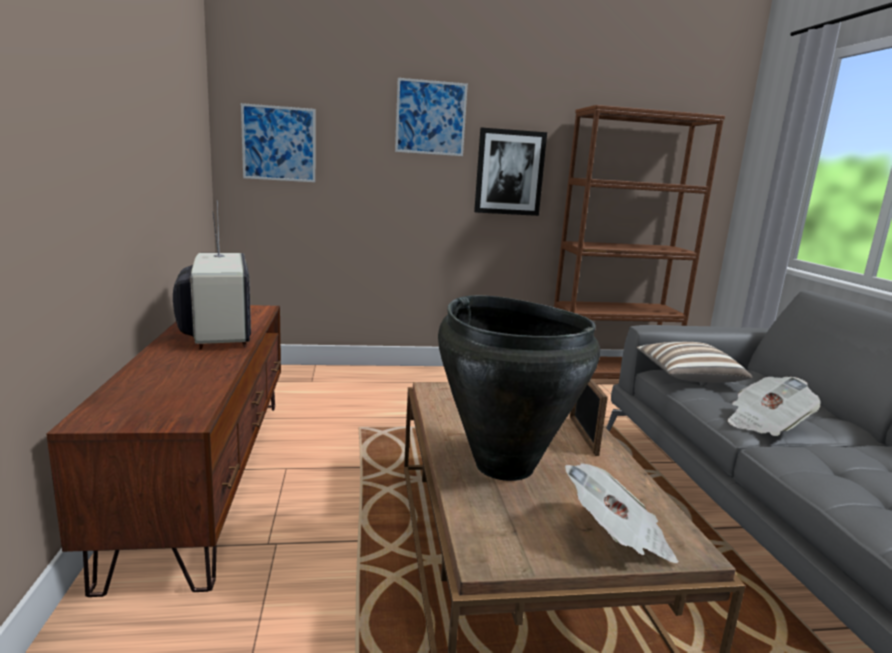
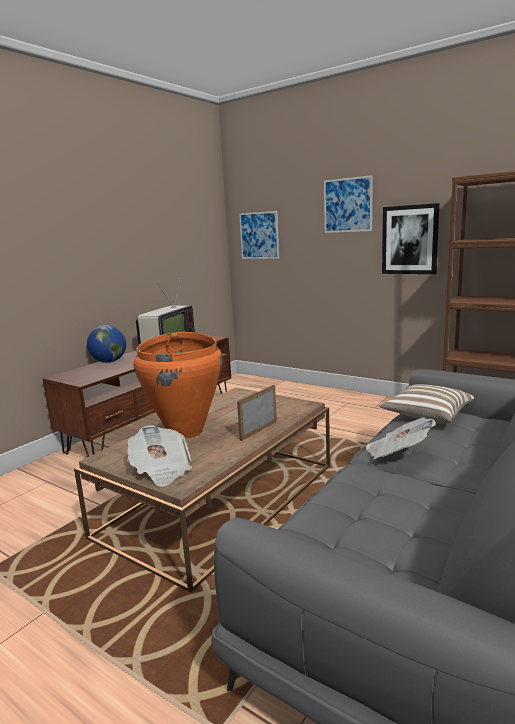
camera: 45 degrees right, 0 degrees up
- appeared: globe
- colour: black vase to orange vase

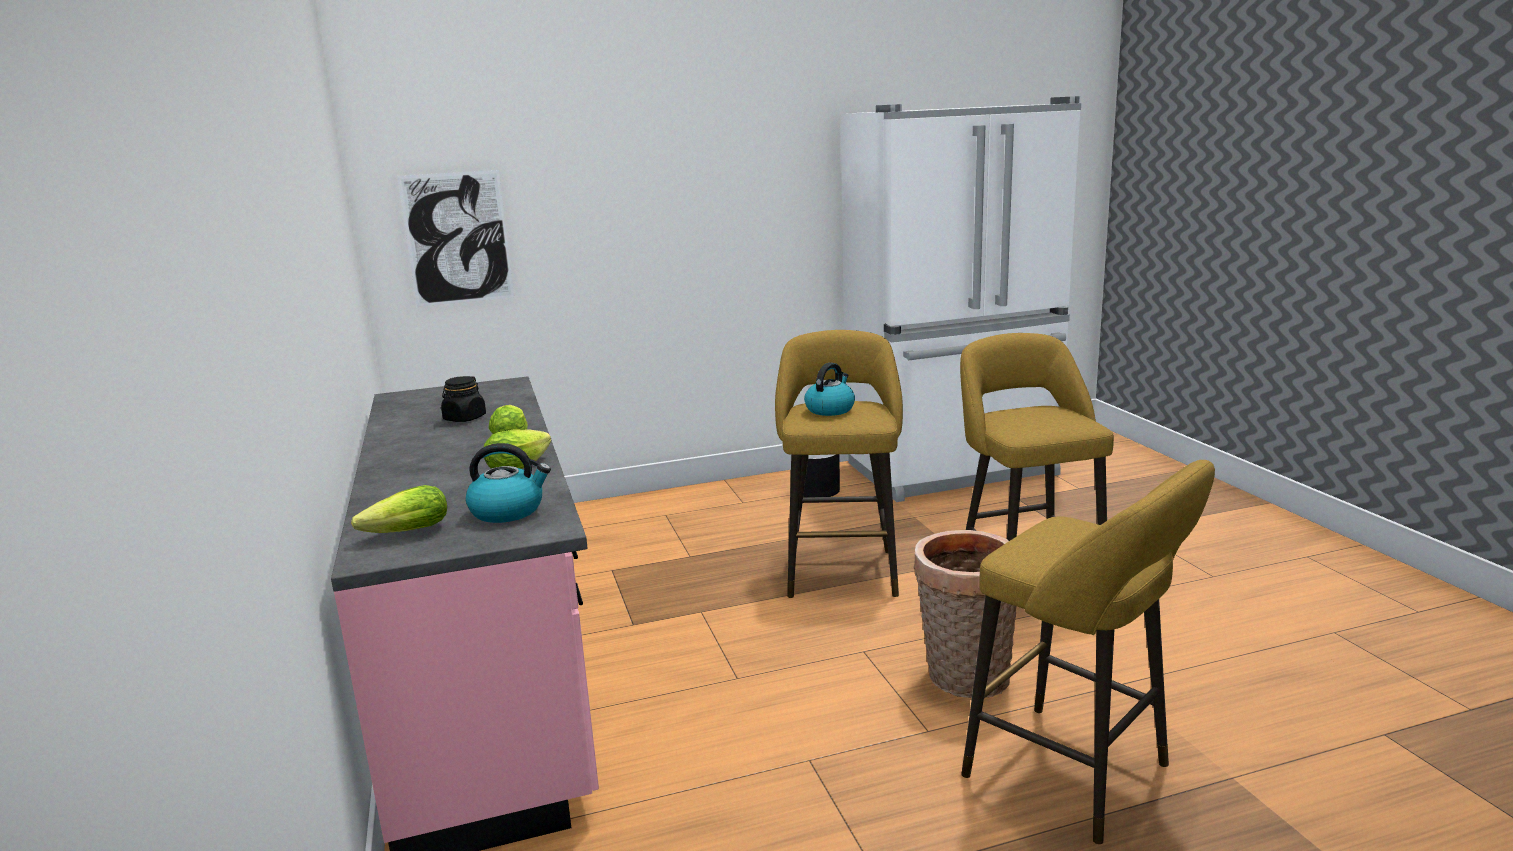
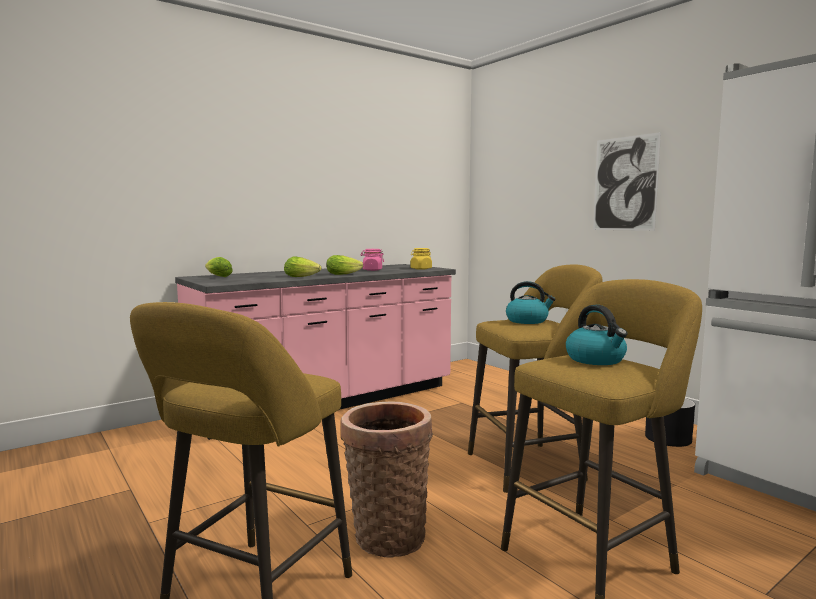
camera: 70 degrees right, 10 degrees down
- colour: black jar to pink jar
- appeared: yellow jar
- relocated: kettle (no. 1 from left in the first image) to kettle (no. 2 from left)
- relocated: picture

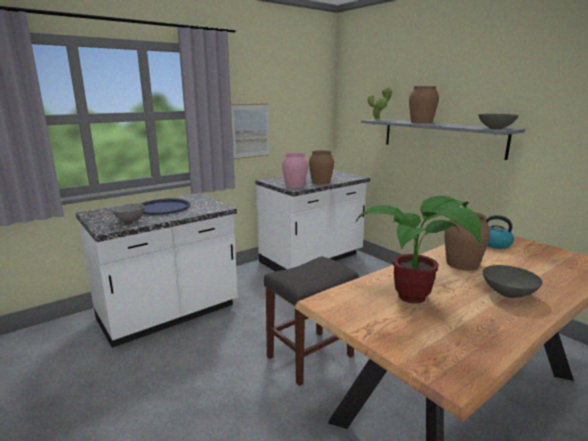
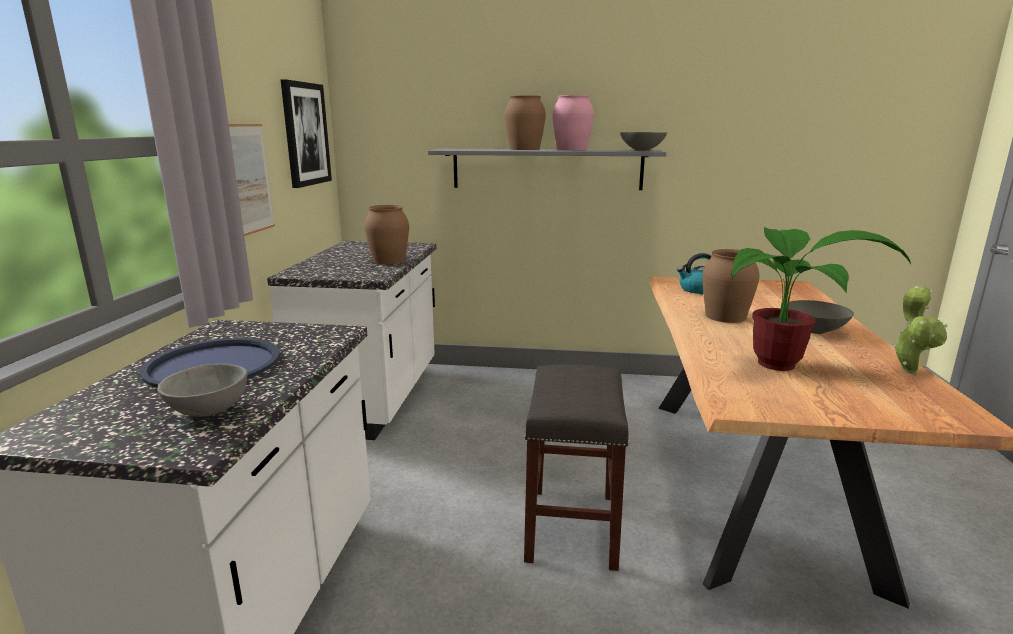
camera: 45 degrees left, 0 degrees up
- appeared: picture (no. 2 from left)
- relocated: pink vase
- relocated: potted plant (no. 1 from left in the first image) to potted plant (no. 2 from left)

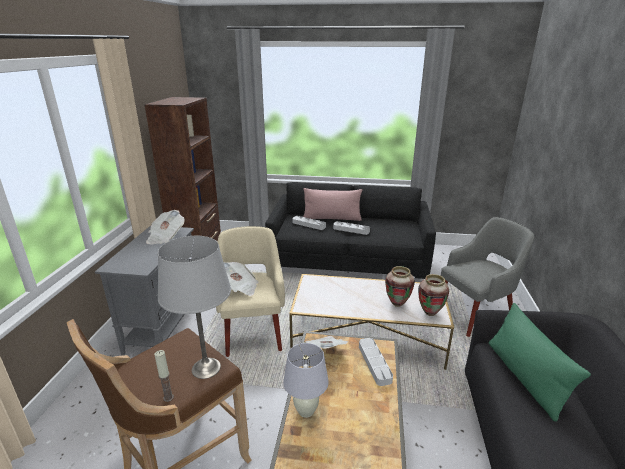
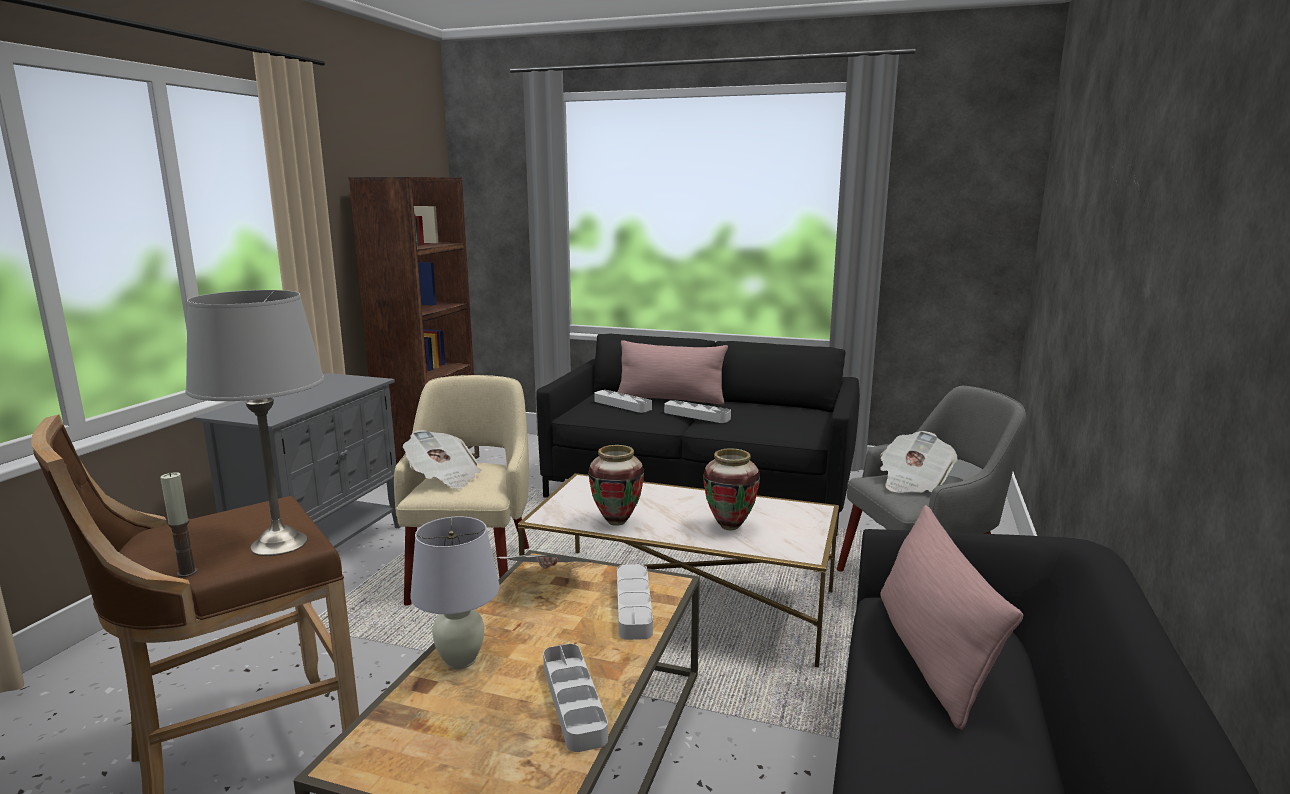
camera: 10 degrees right, 10 degrees down
- appeared: grey tray (no. 1 from left)
- relocated: vase (no. 2 from left in the first image) to vase (no. 1 from left)
- relocated: newspaper (no. 1 from left in the first image) to newspaper (no. 3 from left)
- colour: green pillow to pink pillow (no. 2 from left)

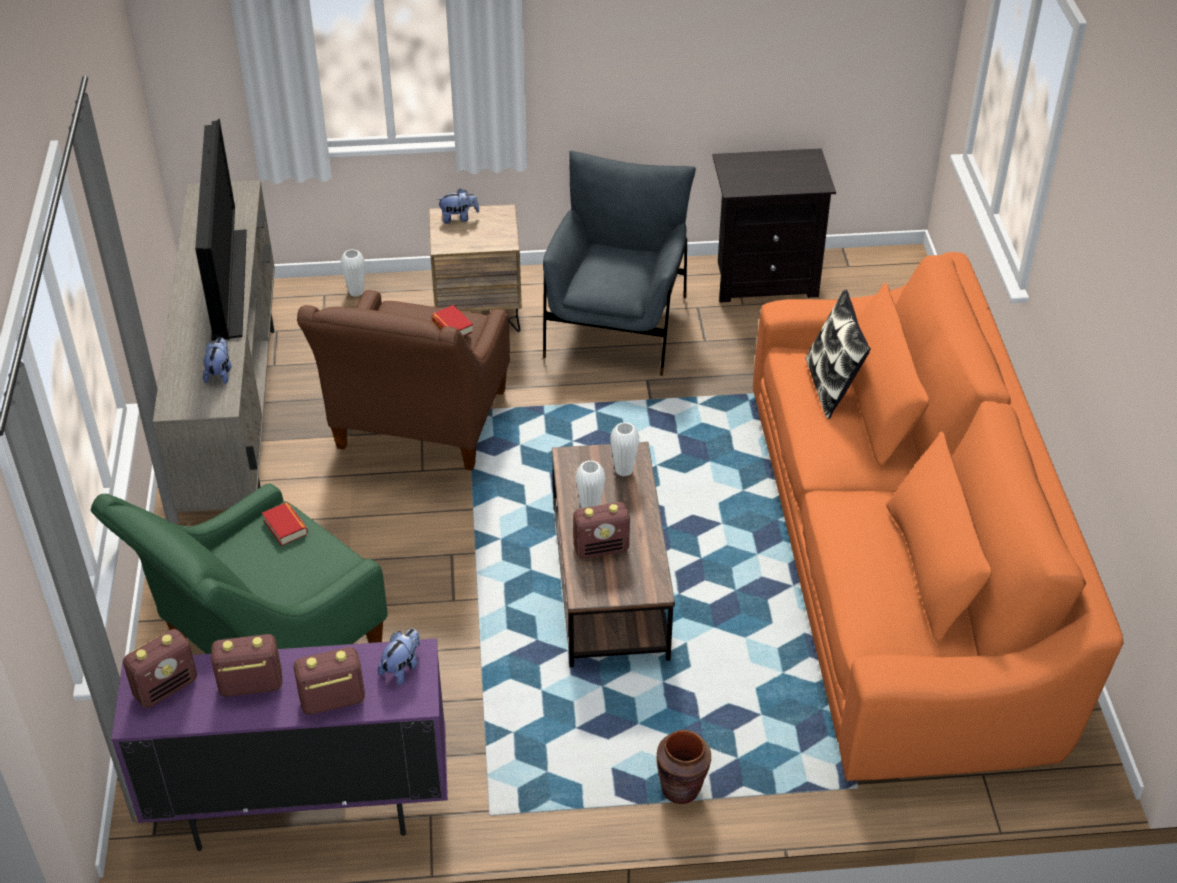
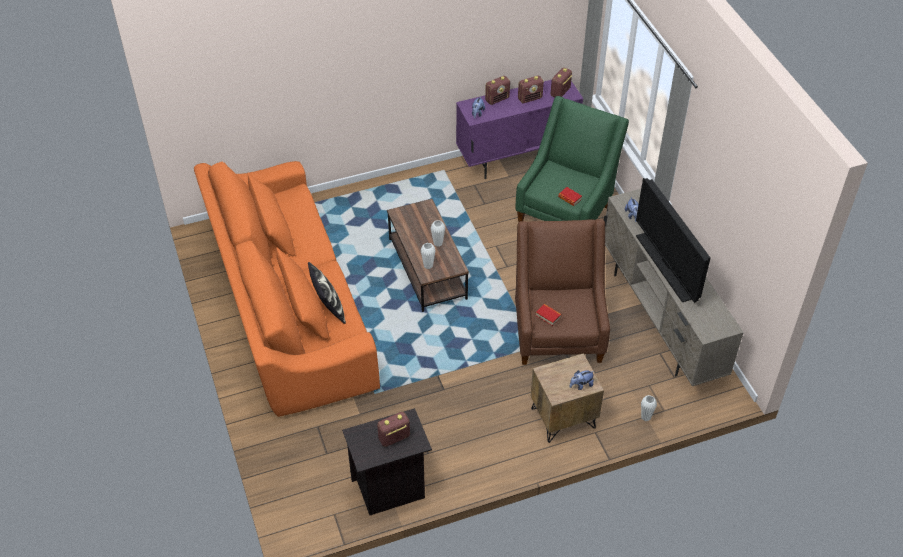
camera: 165 degrees right, 5 degrees up
- relocated: radio (no. 4 from left in the first image) to radio (no. 1 from left)
- missing: grey armchair
- missing: brown vase

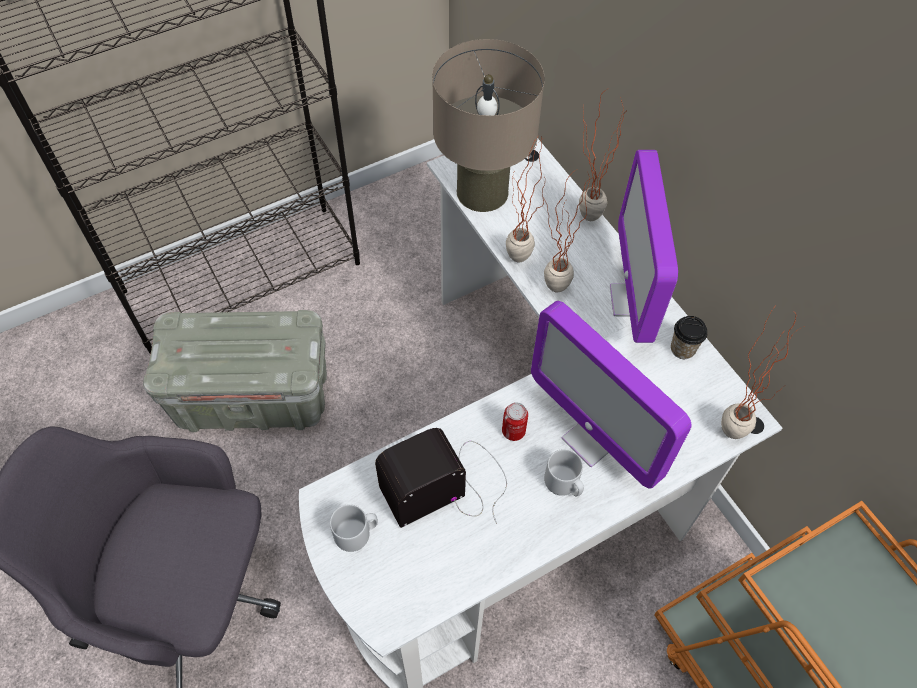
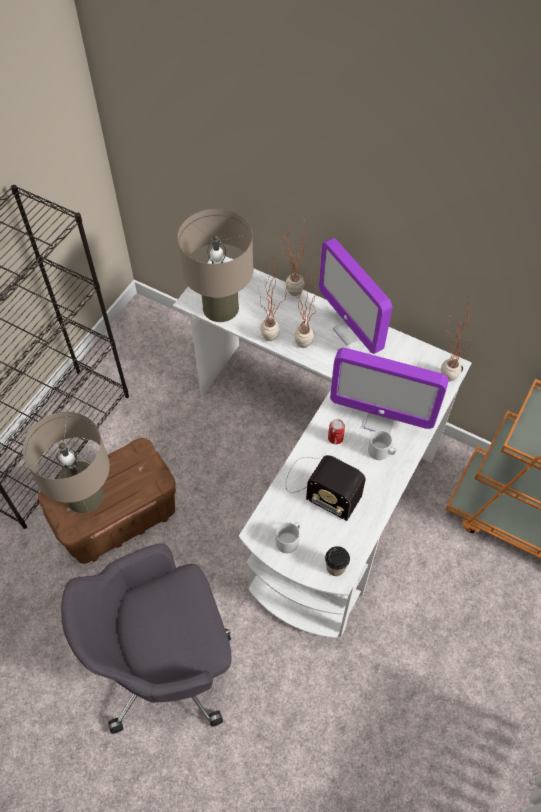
camera: 30 degrees left, 0 degrees up
- appeared: beige table lamp (no. 1 from left)
- colour: grey storage box to brown storage box
- spun: radio 90 degrees counterclockwise
- relocated: cup

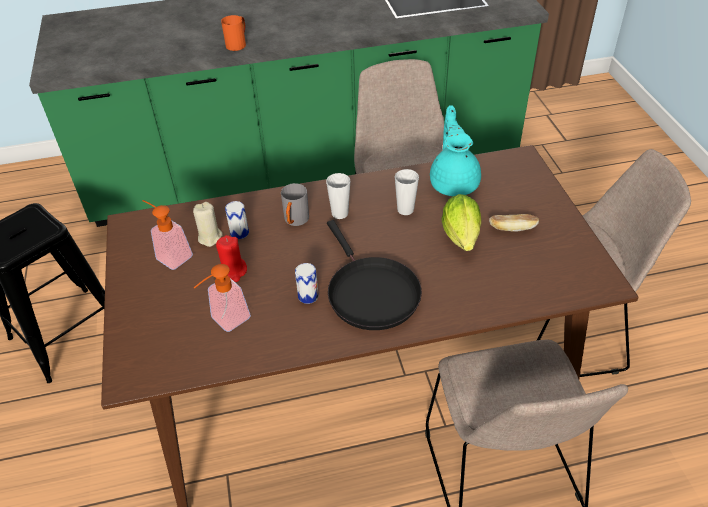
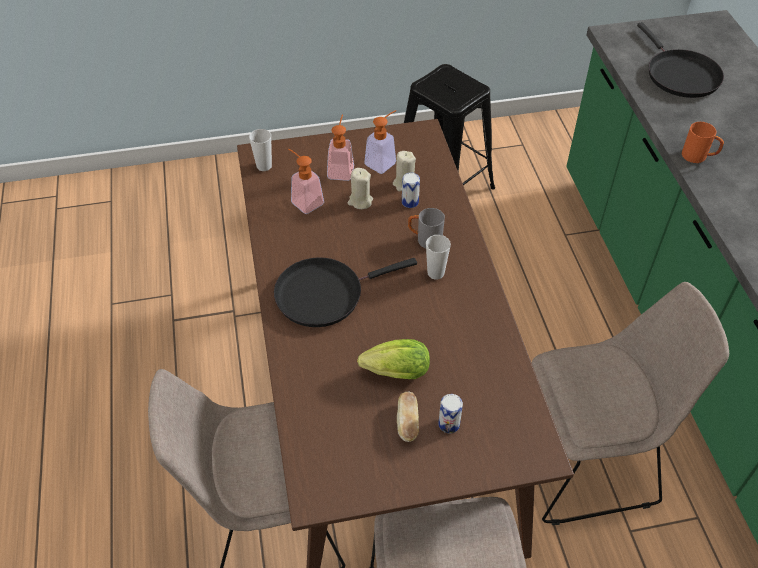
camera: 90 degrees right, 5 degrees up
- relocated: cup (no. 2 from left in the first image) to cup (no. 1 from left)
- appeared: soap dispenser (no. 2 from left)
- colour: red candle to beige candle (no. 1 from left)
- relocated: can (no. 2 from left)
- appeared: black frying pan (no. 2 from left)
- missing: turquoise teapot

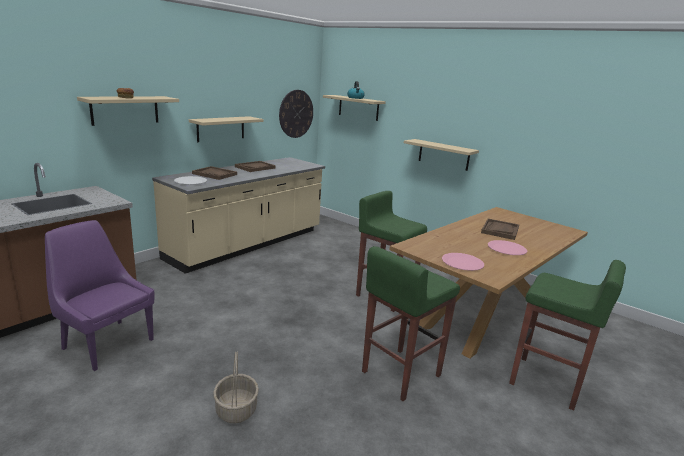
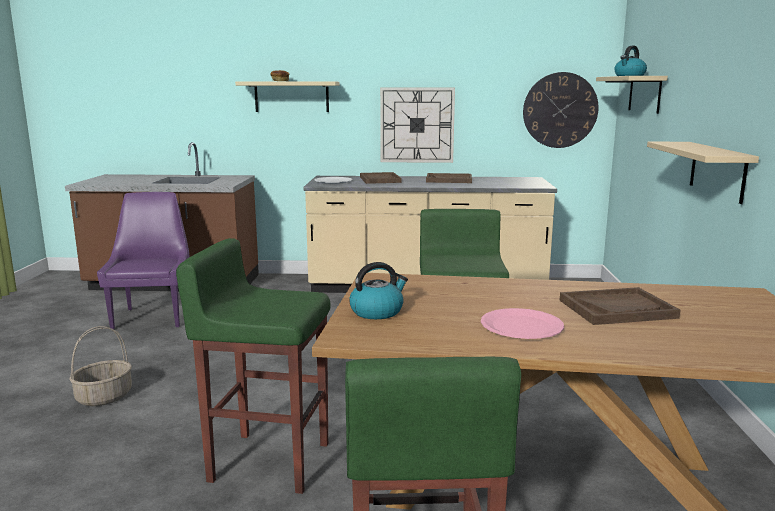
camera: 55 degrees right, 5 degrees down
- exchanged: pink plate (no. 1 from left) to kettle (no. 1 from left)
- exchanged: beige shelf (no. 2 from left) to wall clock (no. 1 from left)

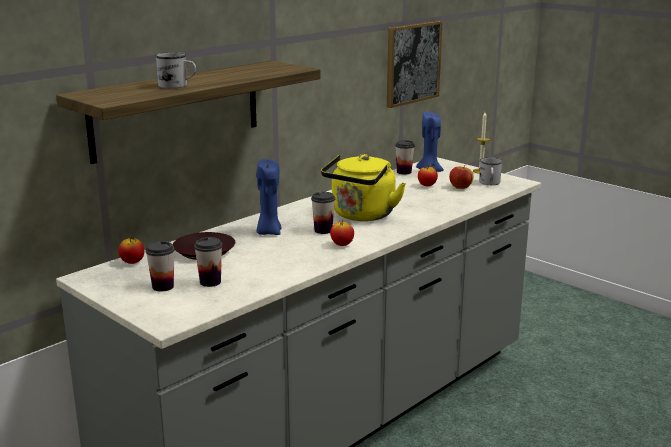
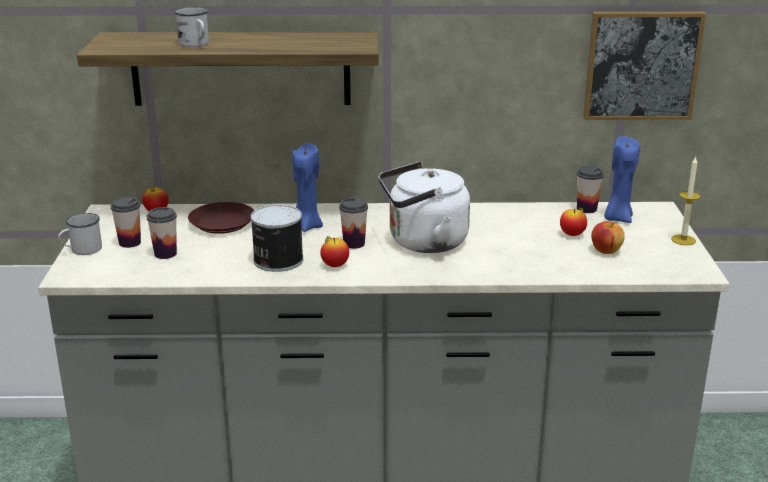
camera: 45 degrees right, 5 degrees up
- relocated: white mug (no. 2 from left in the first image) to white mug (no. 1 from left)
- appeared: can
- colour: yellow kettle to white kettle

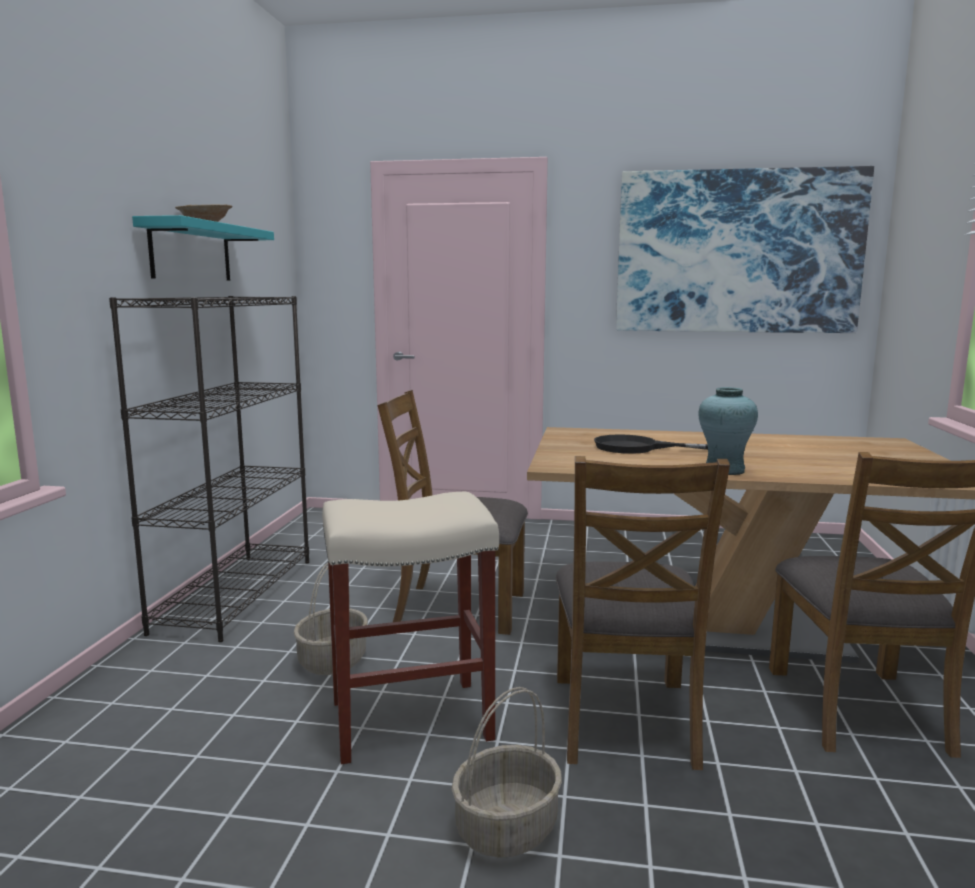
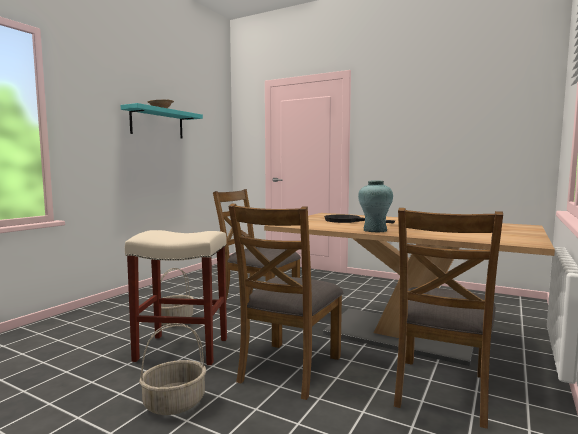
camera: 20 degrees right, 5 degrees down
- missing: black bookcase
- missing: picture

